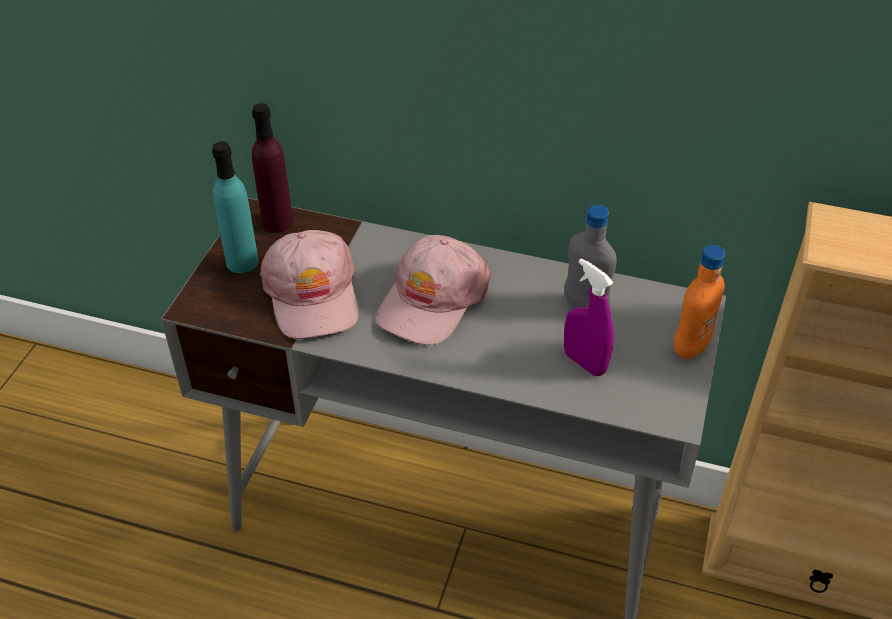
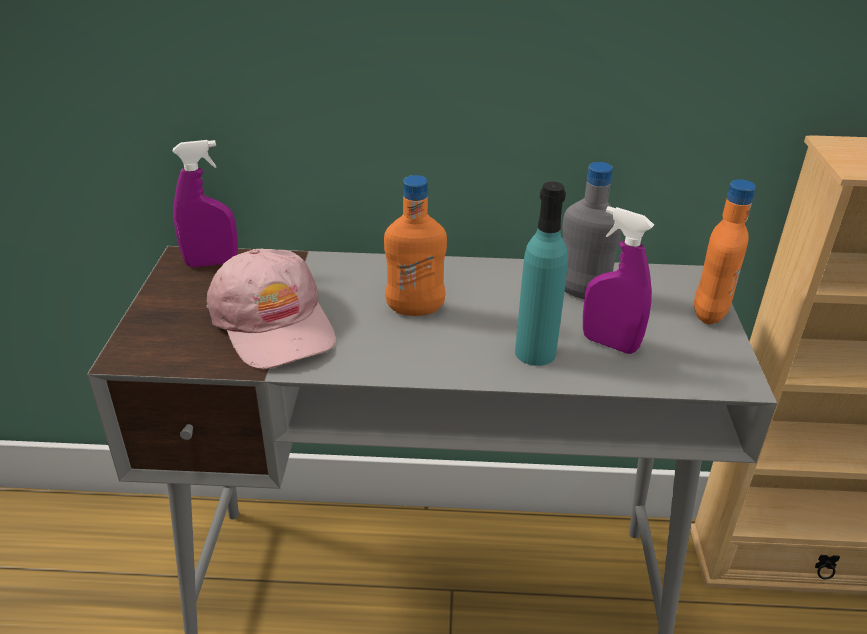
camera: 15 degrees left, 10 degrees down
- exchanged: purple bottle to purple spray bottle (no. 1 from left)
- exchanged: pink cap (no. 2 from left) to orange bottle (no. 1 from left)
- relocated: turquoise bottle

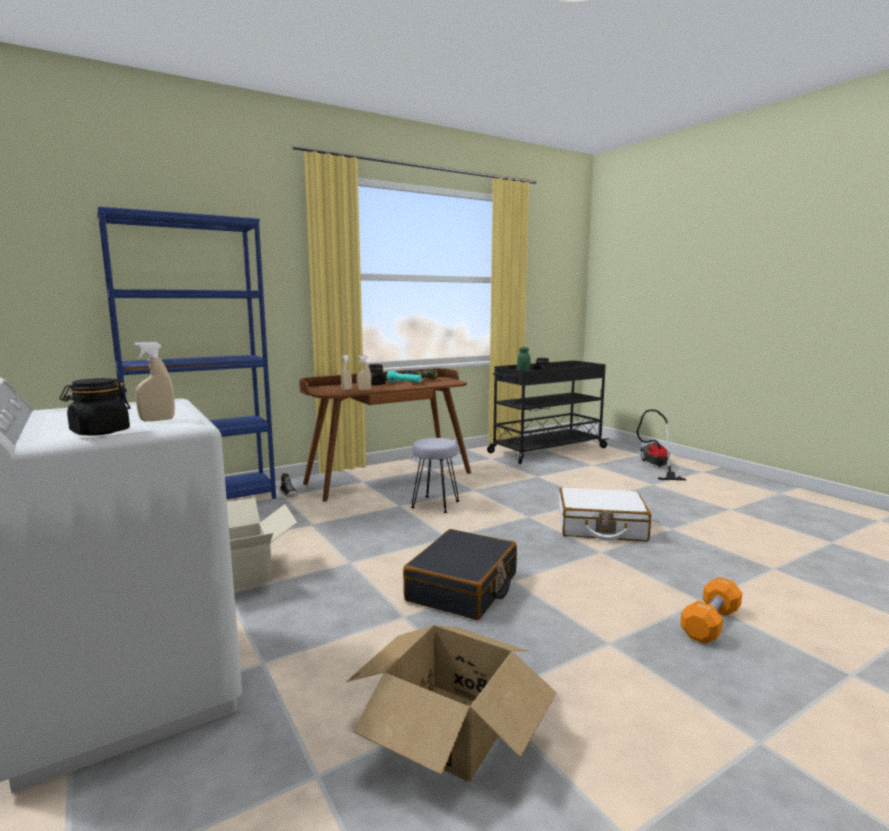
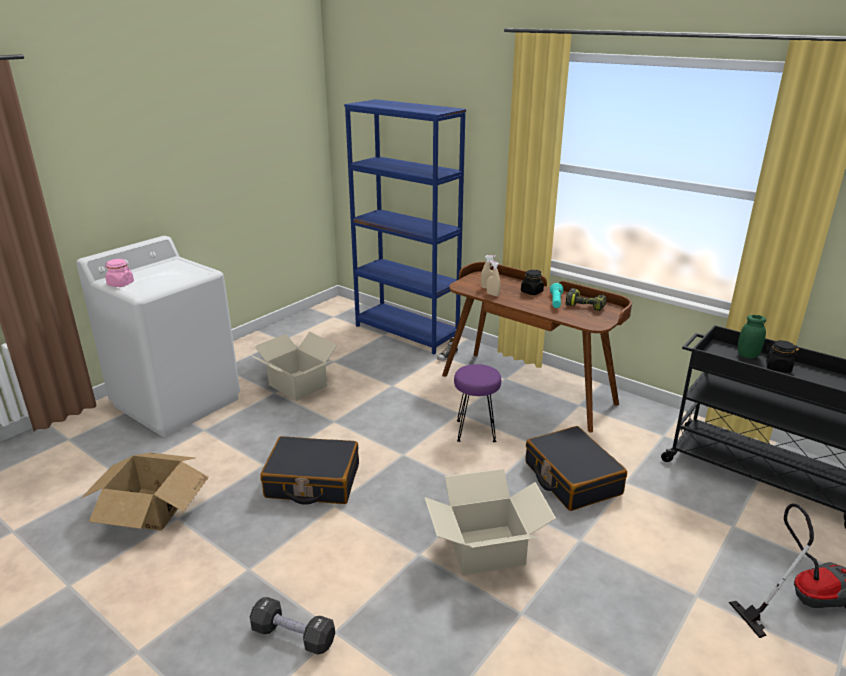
camera: 70 degrees right, 15 degrees up
- colour: black jar (no. 1 from left) to pink jar
- colour: orange dumbbell to black dumbbell
- exchanged: white suitcase to cardboard box (no. 3 from left)
- colour: grey stool to purple stool
- appeared: black suitcase (no. 2 from left)
- missing: beige spray bottle (no. 1 from left)

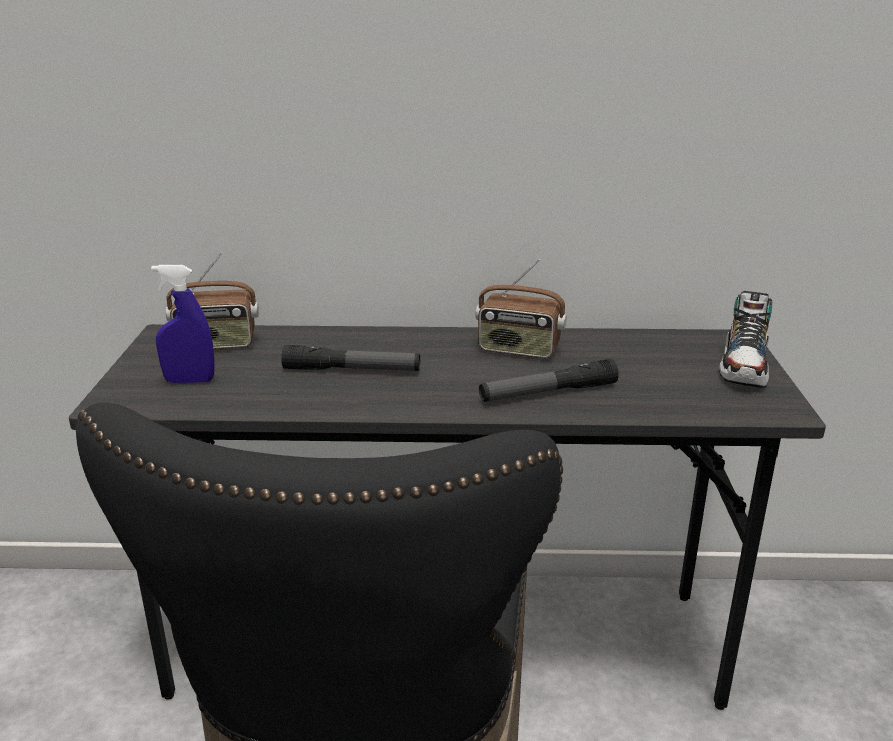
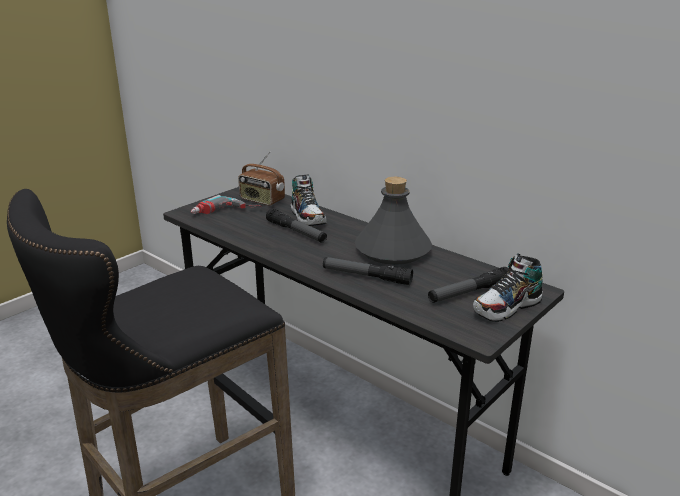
camera: 40 degrees right, 0 degrees up
- exchanged: blue spray bottle to power drill
- appeared: shoe (no. 1 from left)
- exchanged: radio (no. 2 from left) to grey bottle
- appeared: flashlight (no. 3 from left)

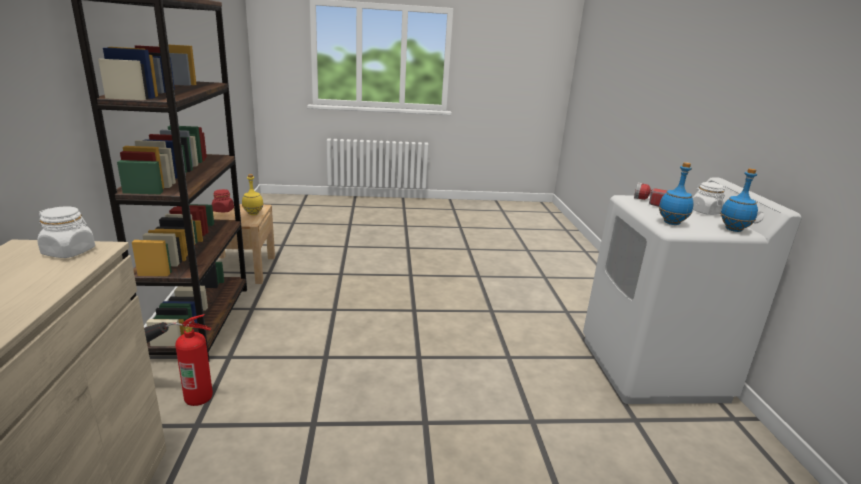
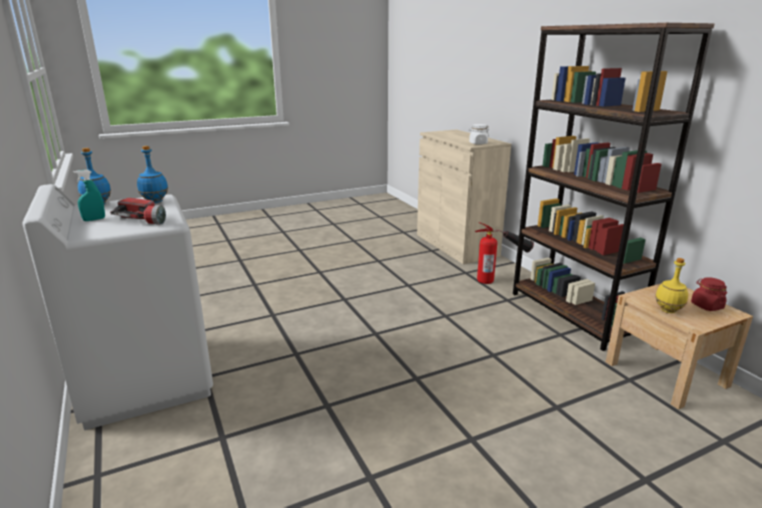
camera: 160 degrees right, 0 degrees up
- exchanged: white jar (no. 2 from left) to turquoise spray bottle

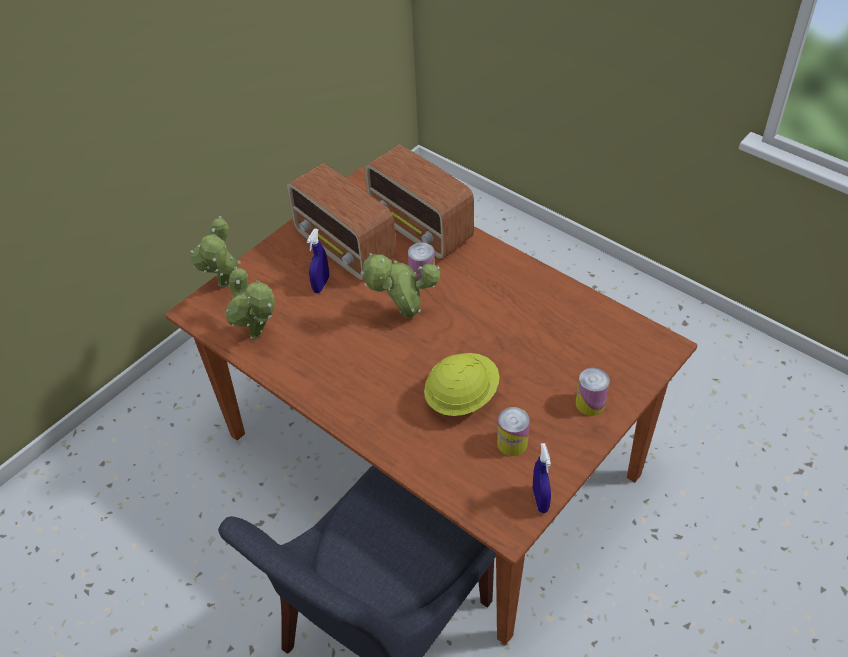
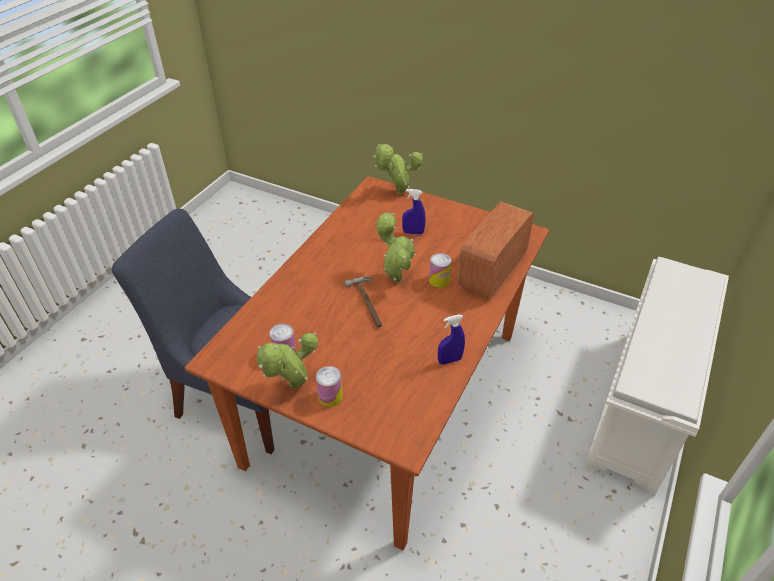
camera: 75 degrees right, 5 degrees down
- relocated: potted plant (no. 2 from left in the first image) to potted plant (no. 1 from left)
- appeared: hammer
- relocated: blue spray bottle (no. 2 from left)
- appeared: white shoe rack
- missing: radio (no. 1 from left)
- missing: yellow hard hat

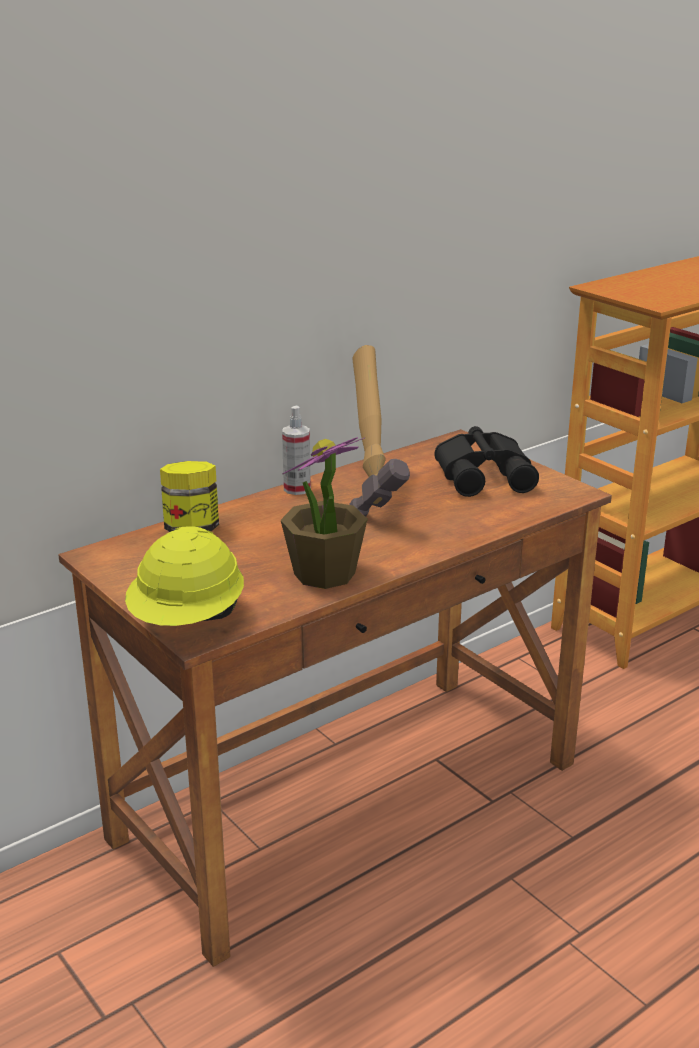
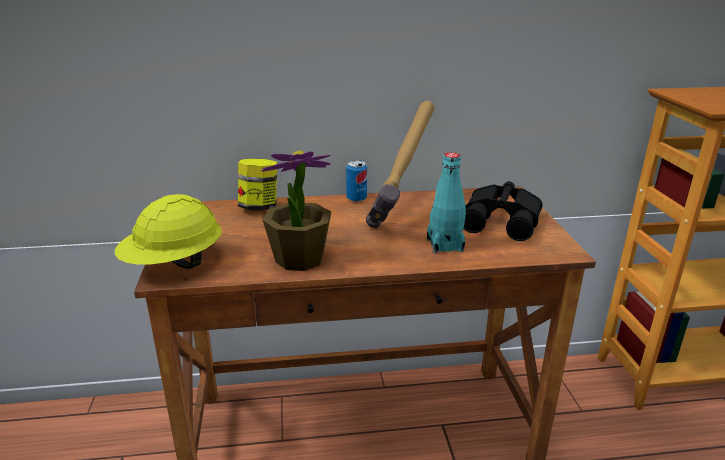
camera: 30 degrees right, 0 degrees up
- exchanged: spray bottle to can
- appeared: turquoise bottle

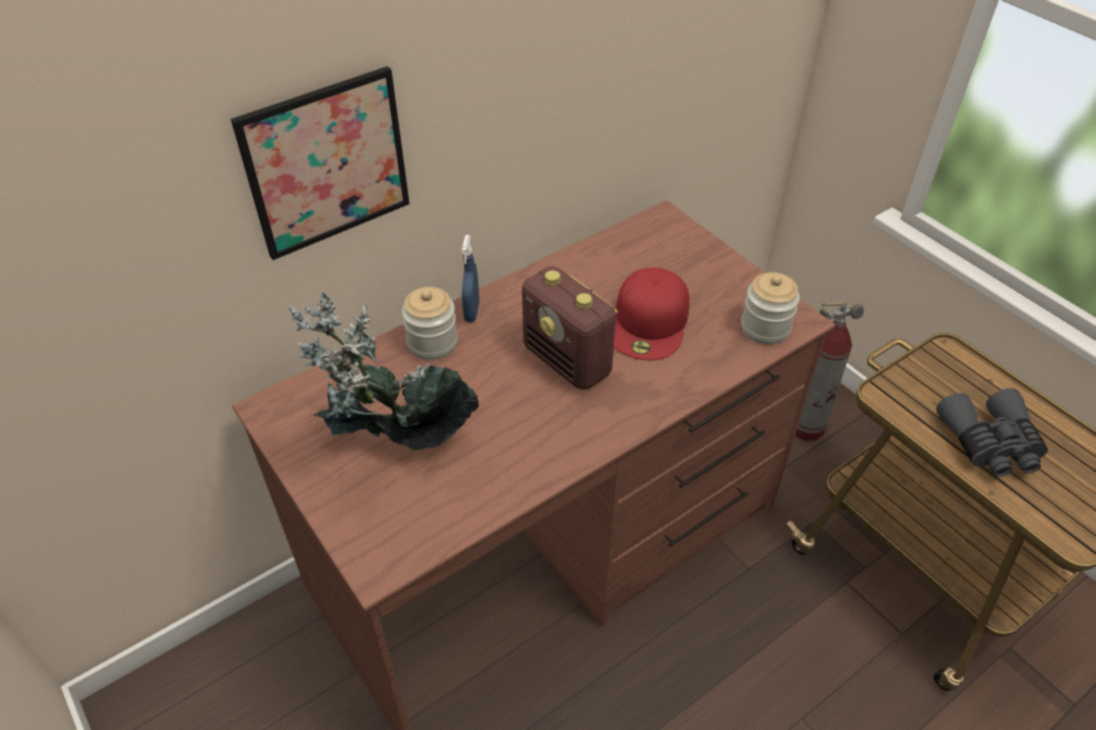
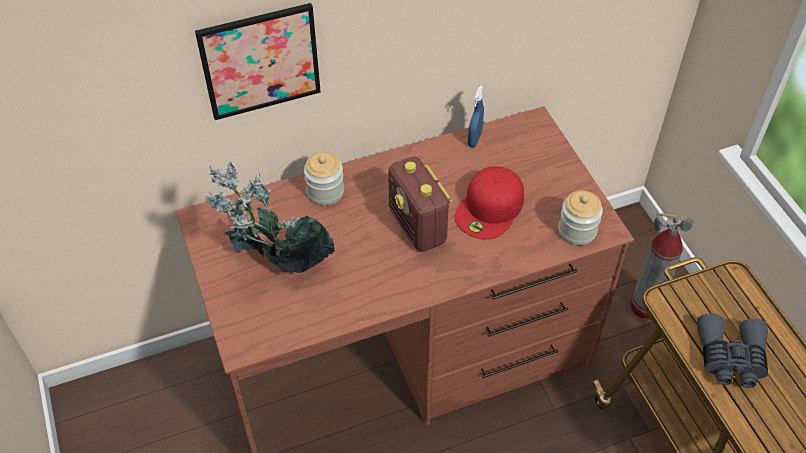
camera: 15 degrees right, 5 degrees up
- relocated: blue spray bottle

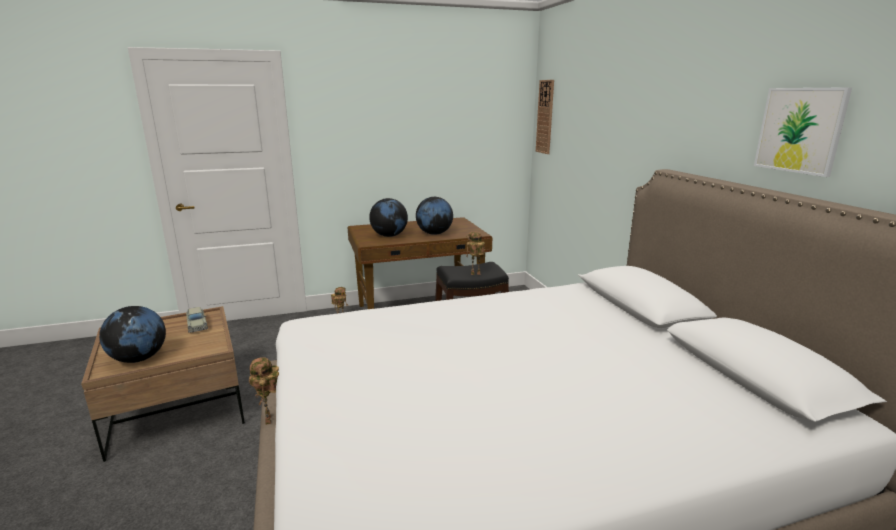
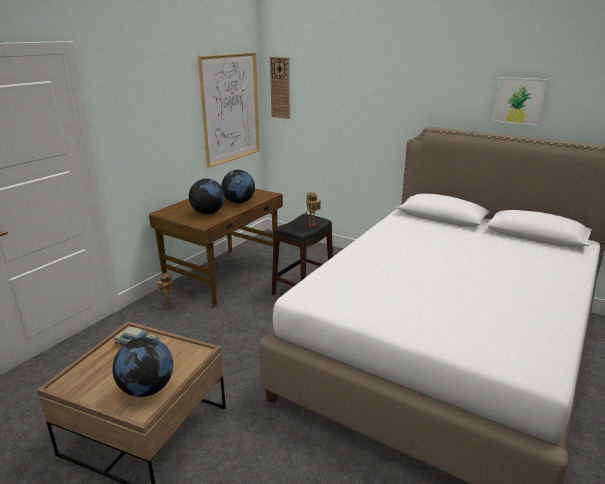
camera: 40 degrees left, 5 degrees up
- appeared: picture (no. 1 from left)
- missing: toy robot (no. 1 from left)

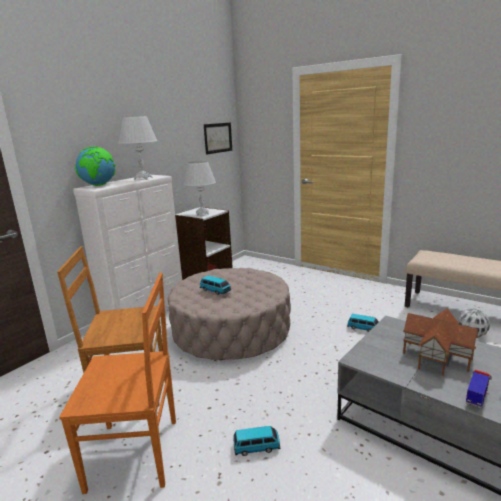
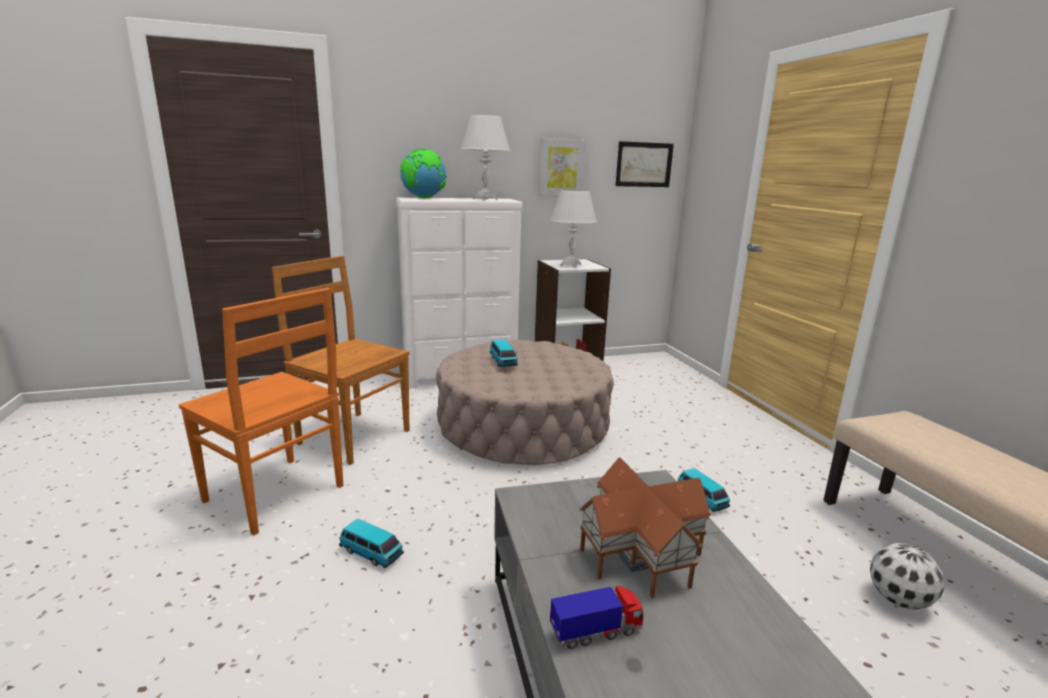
camera: 35 degrees right, 0 degrees up
- appeared: picture (no. 1 from left)

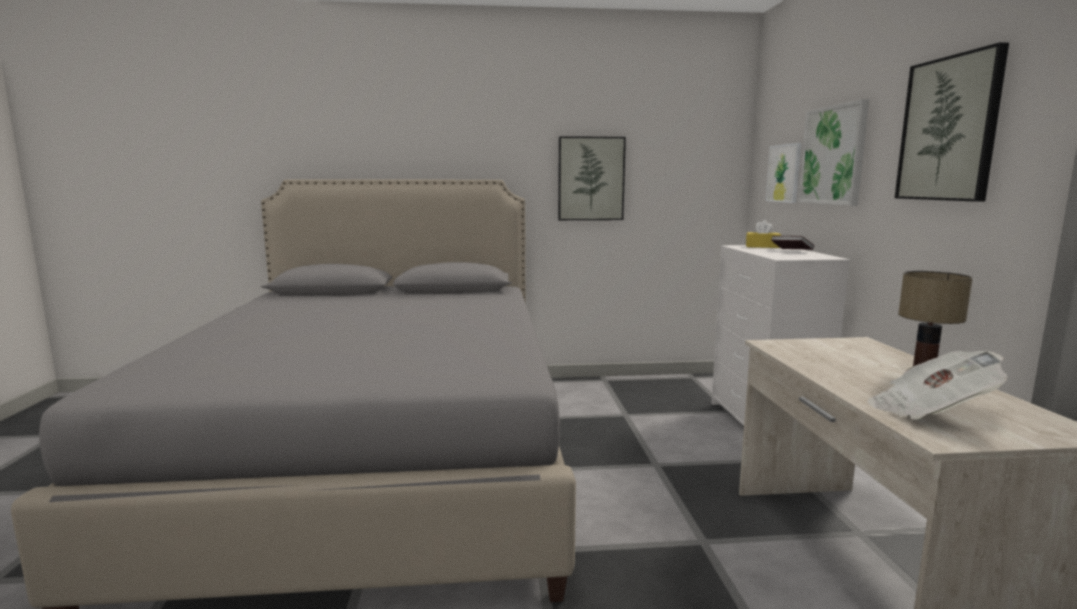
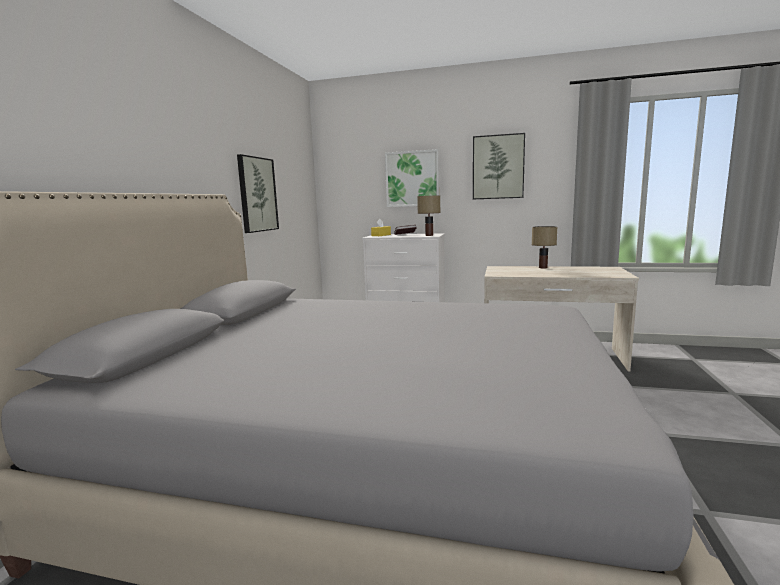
camera: 70 degrees left, 0 degrees up
- appeared: table lamp (no. 1 from left)
- missing: picture (no. 2 from left)
- missing: newspaper

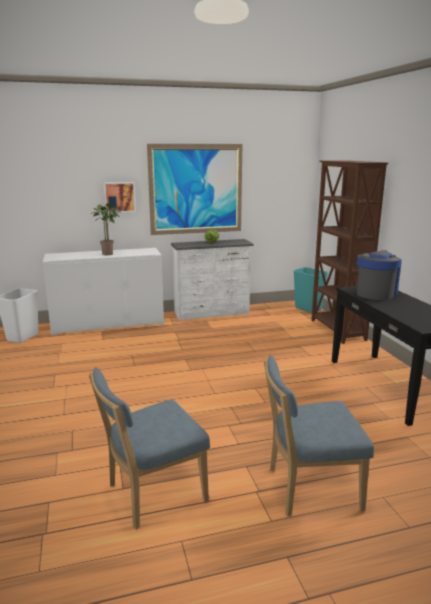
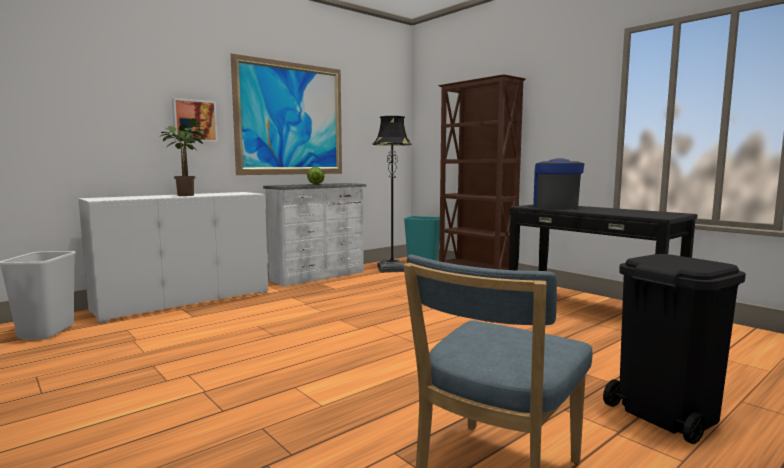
camera: 25 degrees left, 10 degrees down
- appeared: black floor lamp
- exchanged: blue chair (no. 2 from left) to black trash can

